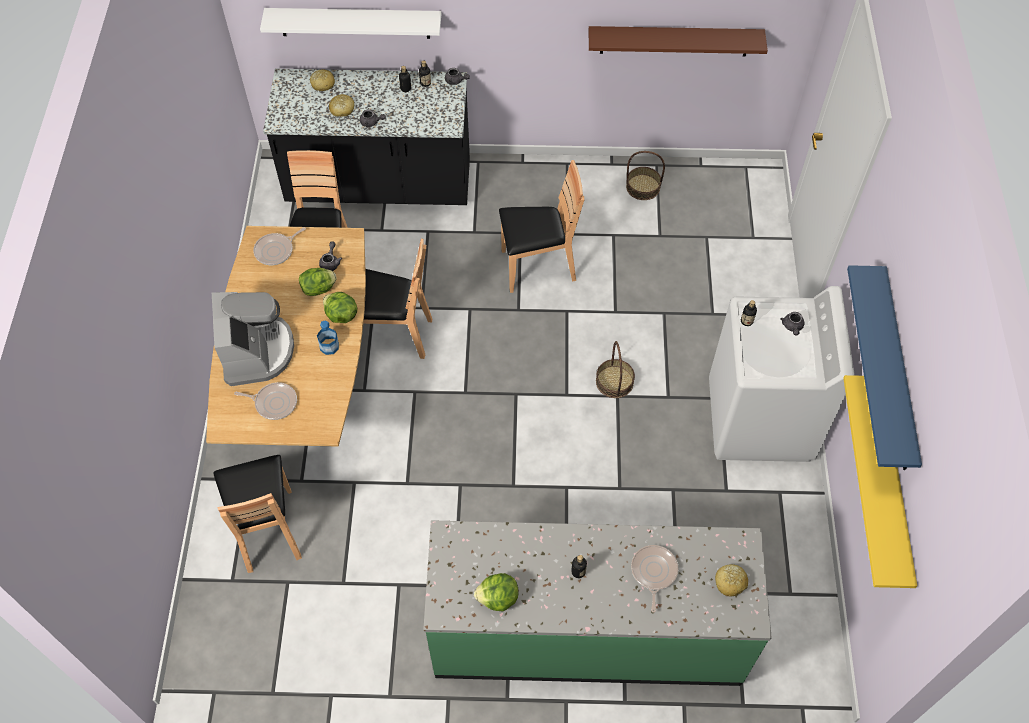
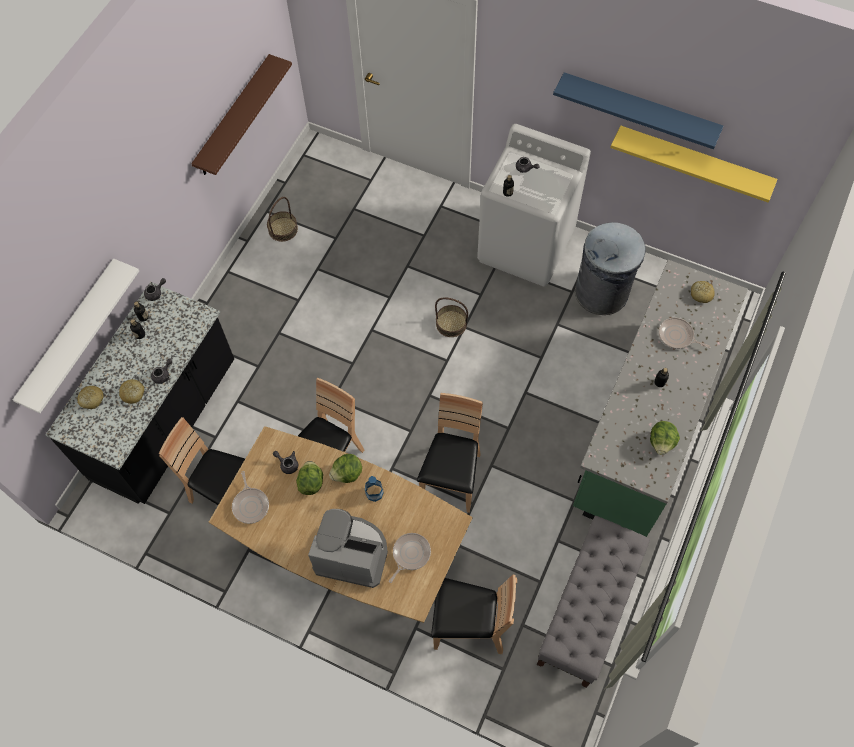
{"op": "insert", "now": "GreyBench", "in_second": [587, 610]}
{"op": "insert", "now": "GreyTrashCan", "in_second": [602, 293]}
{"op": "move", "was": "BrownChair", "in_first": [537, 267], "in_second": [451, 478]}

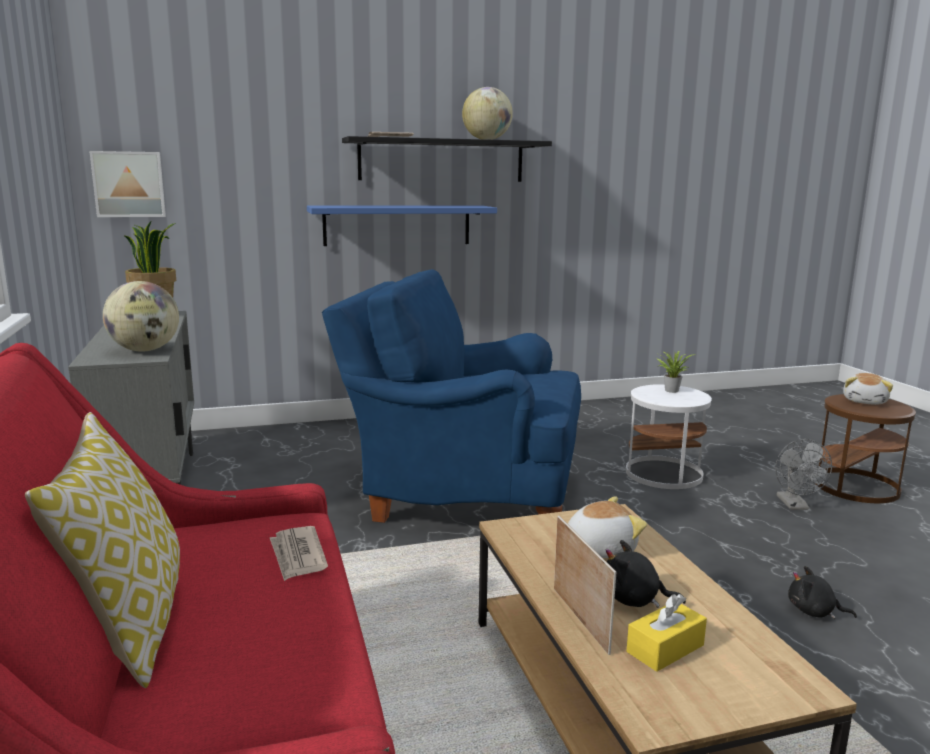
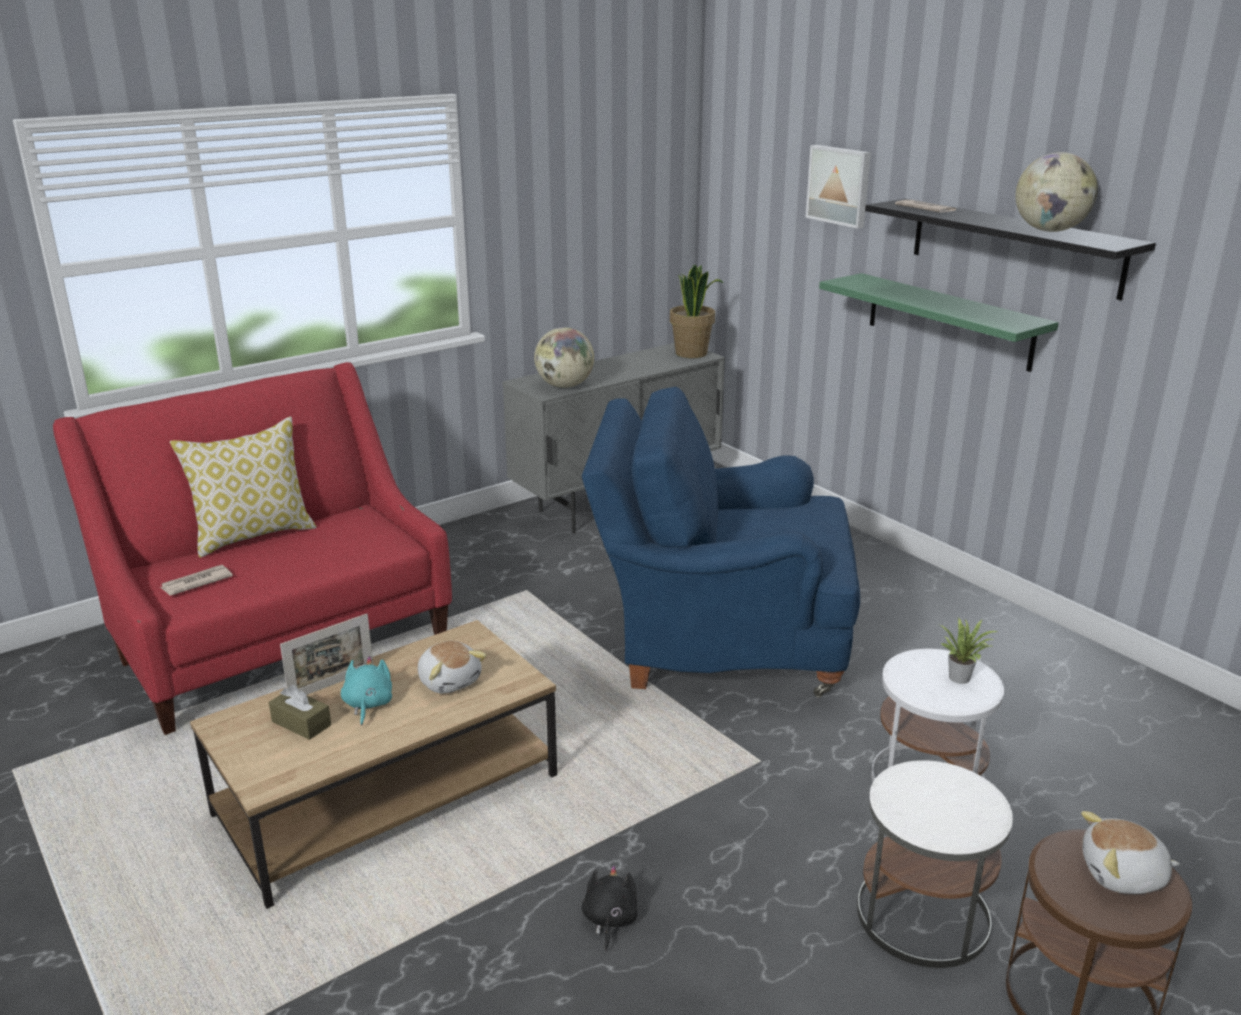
{"op": "move", "was": "Picture", "in_first": [129, 184], "in_second": [840, 185]}
{"op": "move", "was": "Newspaper", "in_first": [297, 556], "in_second": [196, 583]}
{"op": "replace", "was": "GreyFan", "now": "WhiteSideTable", "in_first": [795, 505], "in_second": [923, 916]}
{"op": "recolor", "was": "BlueShelf", "now": "GreenShelf", "in_first": [397, 225], "in_second": [949, 321]}
{"op": "recolor", "was": "BlackPlushToy", "now": "TurquoisePlushToy", "in_first": [634, 600], "in_second": [367, 705]}
{"op": "recolor", "was": "YellowTissueBox", "now": "BrownTissueBox", "in_first": [665, 648], "in_second": [301, 723]}
{"op": "rotate", "was": "BlueArmchair", "in_first": [463, 497], "in_second": [720, 648], "clockwise": -75}

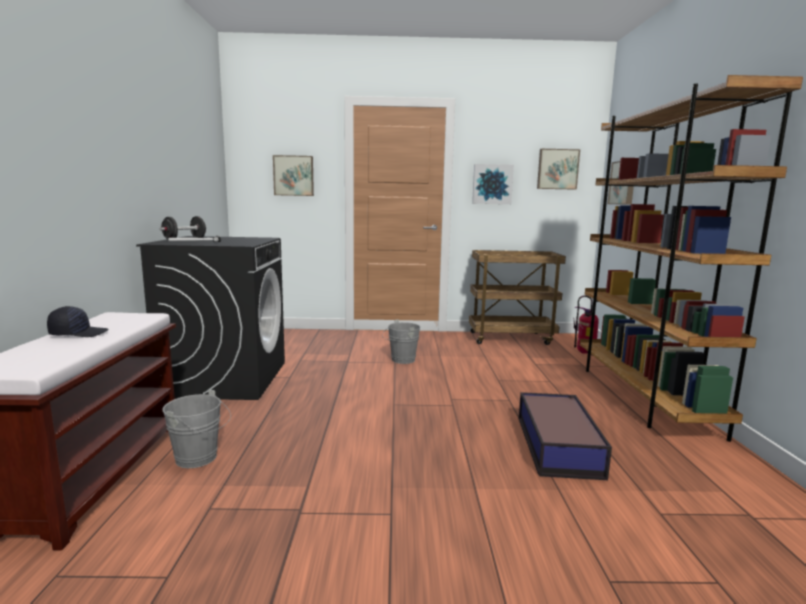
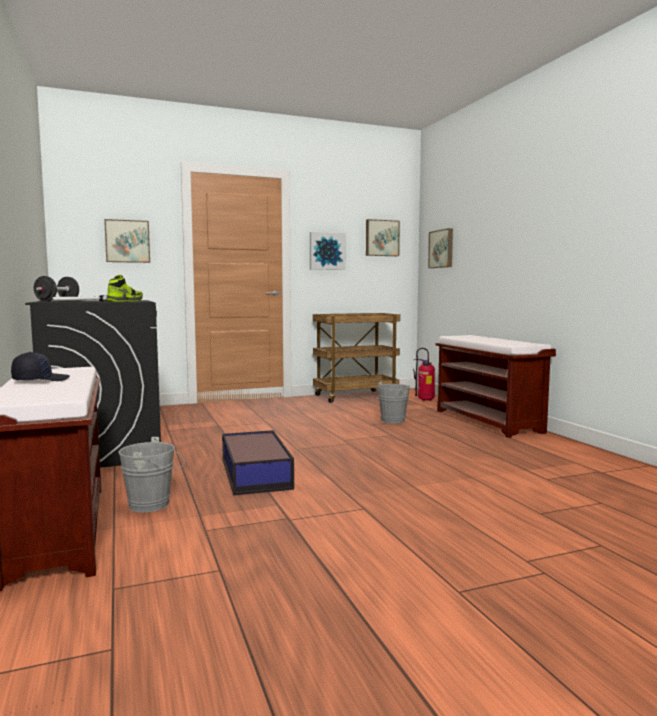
{"op": "insert", "now": "Shoe", "in_second": [125, 301]}
{"op": "move", "was": "GreyBucket", "in_first": [400, 360], "in_second": [391, 421]}
{"op": "move", "was": "StorageBox", "in_first": [558, 445], "in_second": [256, 473]}
{"op": "replace", "was": "BrownBookcase", "now": "BrownBench", "in_first": [641, 396], "in_second": [488, 421]}

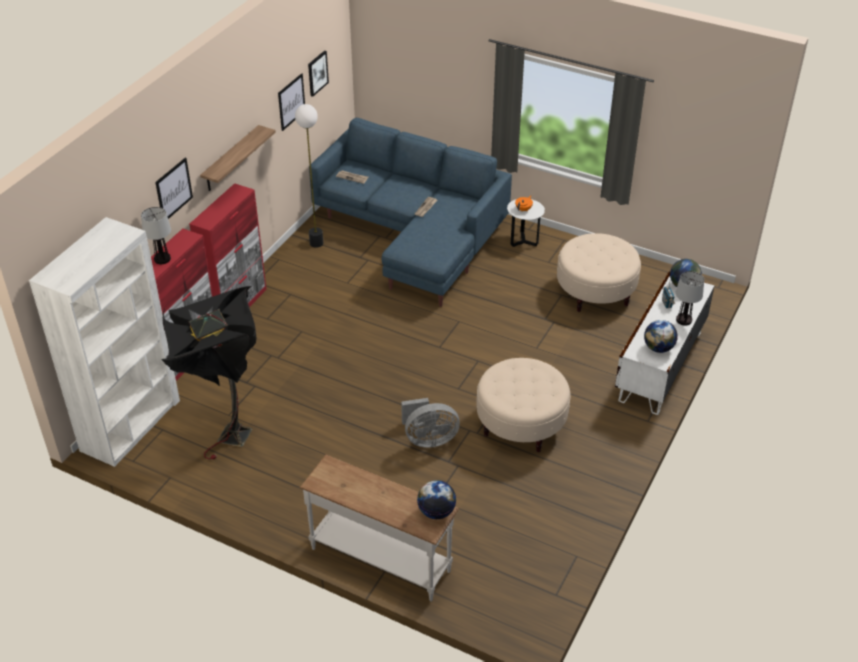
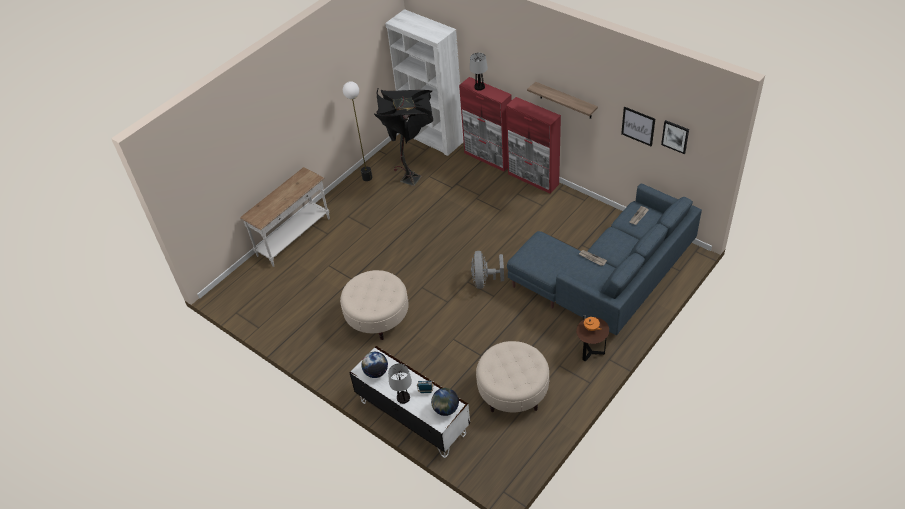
{"op": "delete", "was": "Picture", "in_first": [174, 189]}
{"op": "delete", "was": "Globe", "in_first": [436, 511]}
{"op": "move", "was": "FloorLamp", "in_first": [316, 243], "in_second": [367, 178]}
{"op": "move", "was": "GreyFan", "in_first": [428, 439], "in_second": [484, 280]}
{"op": "recolor", "was": "WhiteSideTable", "now": "BrownSideTable", "in_first": [523, 241], "in_second": [591, 352]}

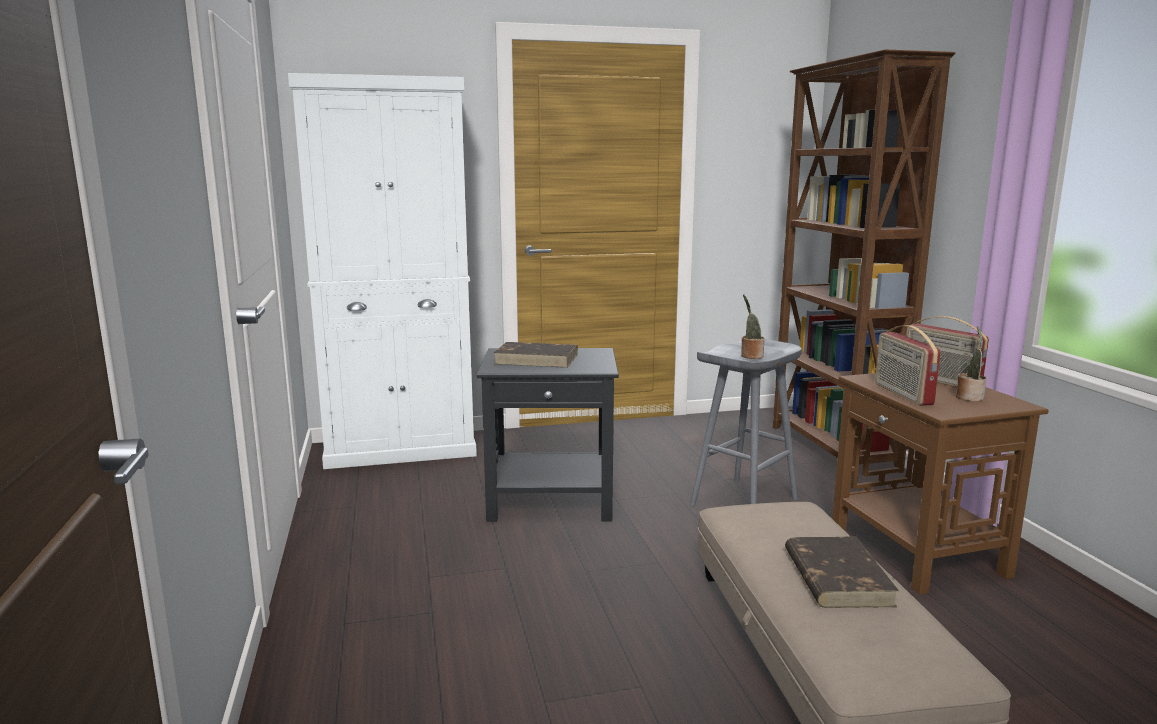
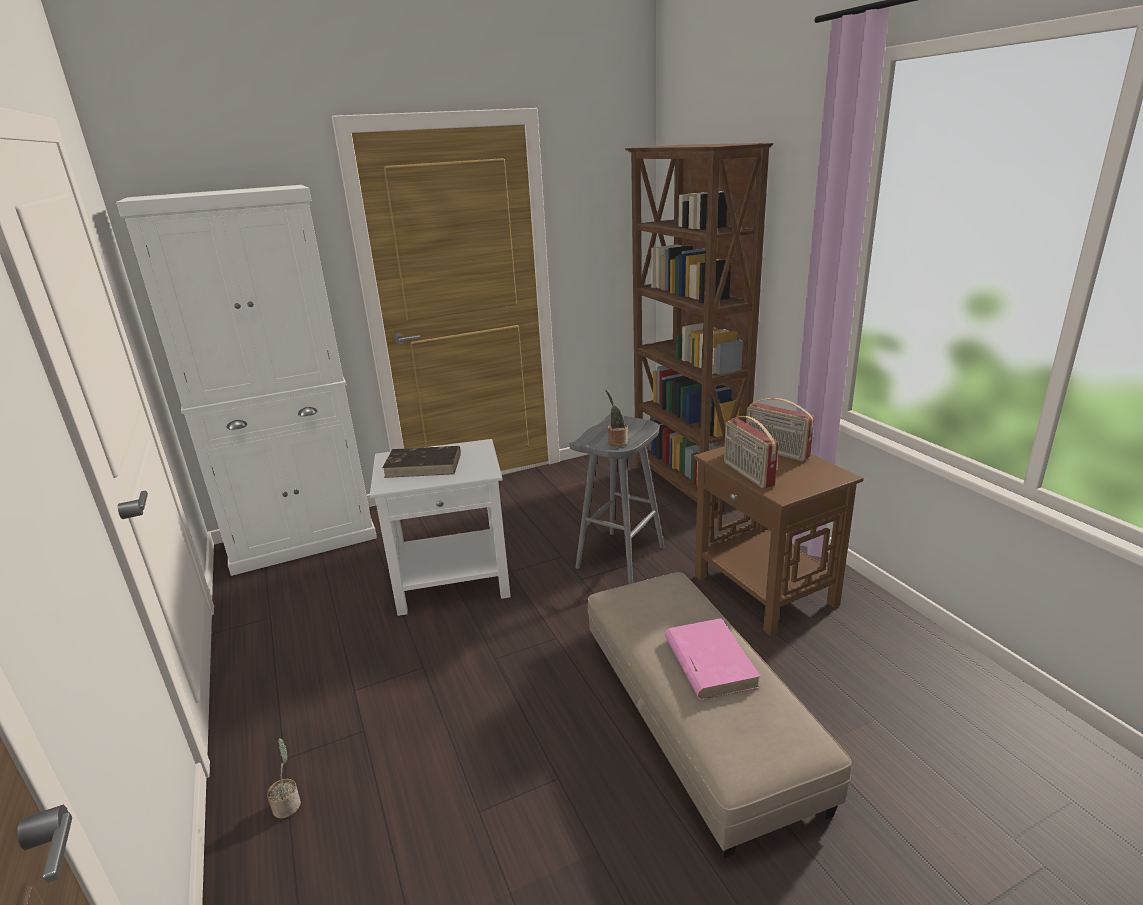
{"op": "move", "was": "PottedPlant", "in_first": [969, 397], "in_second": [288, 804]}
{"op": "recolor", "was": "BlackSideTable", "now": "WhiteSideTable", "in_first": [552, 501], "in_second": [454, 581]}
{"op": "recolor", "was": "BrownBook", "now": "PinkBook", "in_first": [836, 577], "in_second": [709, 662]}

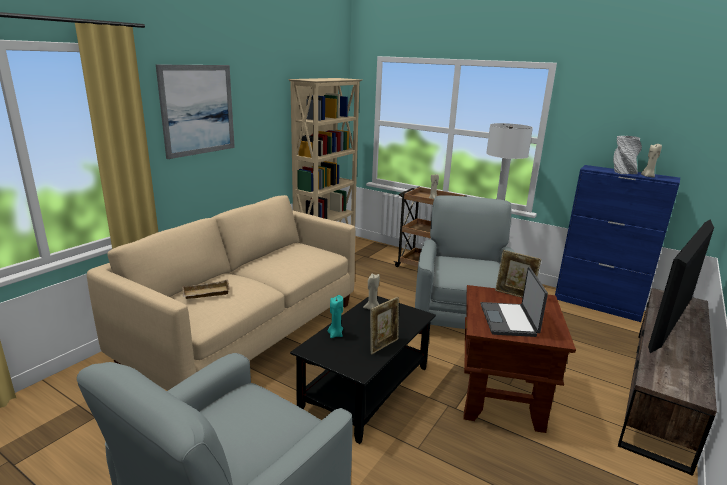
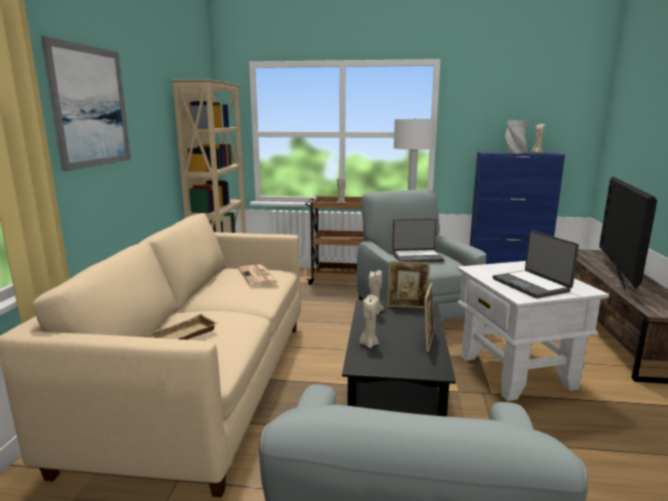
{"op": "insert", "now": "Newspaper", "in_second": [258, 276]}
{"op": "insert", "now": "Laptop", "in_second": [417, 257]}
{"op": "move", "was": "PictureFrame", "in_first": [514, 295], "in_second": [407, 306]}
{"op": "recolor", "was": "TurquoiseCandle", "now": "BeigeCandle", "in_first": [335, 334], "in_second": [368, 344]}
{"op": "recolor", "was": "BrownSideTable", "now": "WhiteSideTable", "in_first": [500, 397], "in_second": [516, 372]}

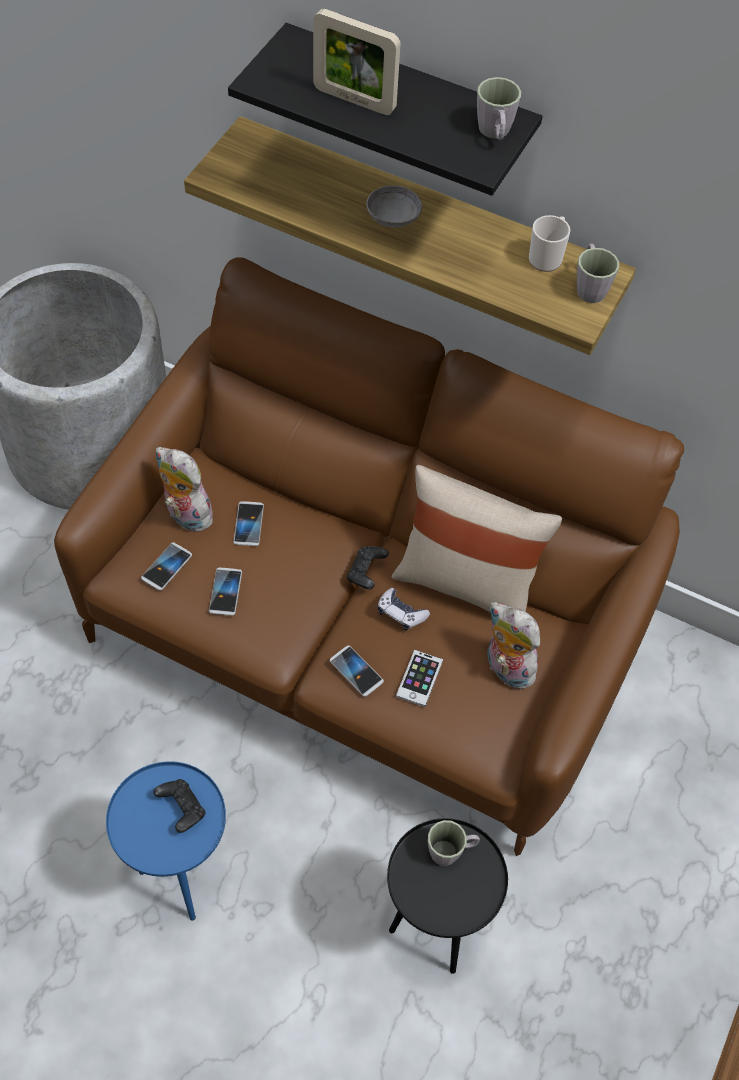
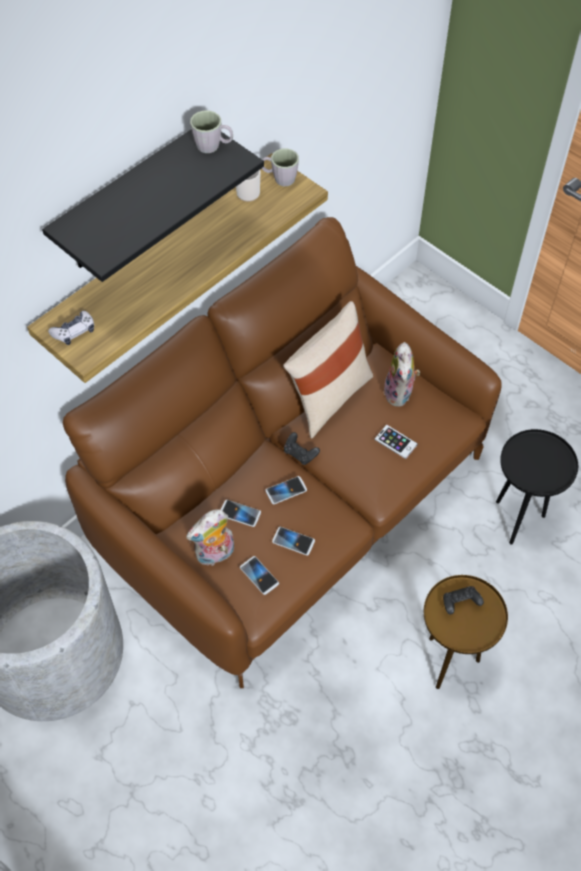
{"op": "delete", "was": "PictureFrame", "in_first": [354, 100]}
{"op": "delete", "was": "GreyBowl", "in_first": [393, 218]}
{"op": "delete", "was": "GreyMug", "in_first": [451, 851]}
{"op": "move", "was": "Phone", "in_first": [356, 671], "in_second": [286, 490]}
{"op": "move", "was": "GameController", "in_first": [401, 613], "in_second": [74, 332]}
{"op": "recolor", "was": "BlueSideTable", "now": "BrownSideTable", "in_first": [181, 879], "in_second": [449, 662]}
{"op": "rotate", "was": "PlushToy", "in_first": [505, 669], "in_second": [400, 394], "clockwise": -60}

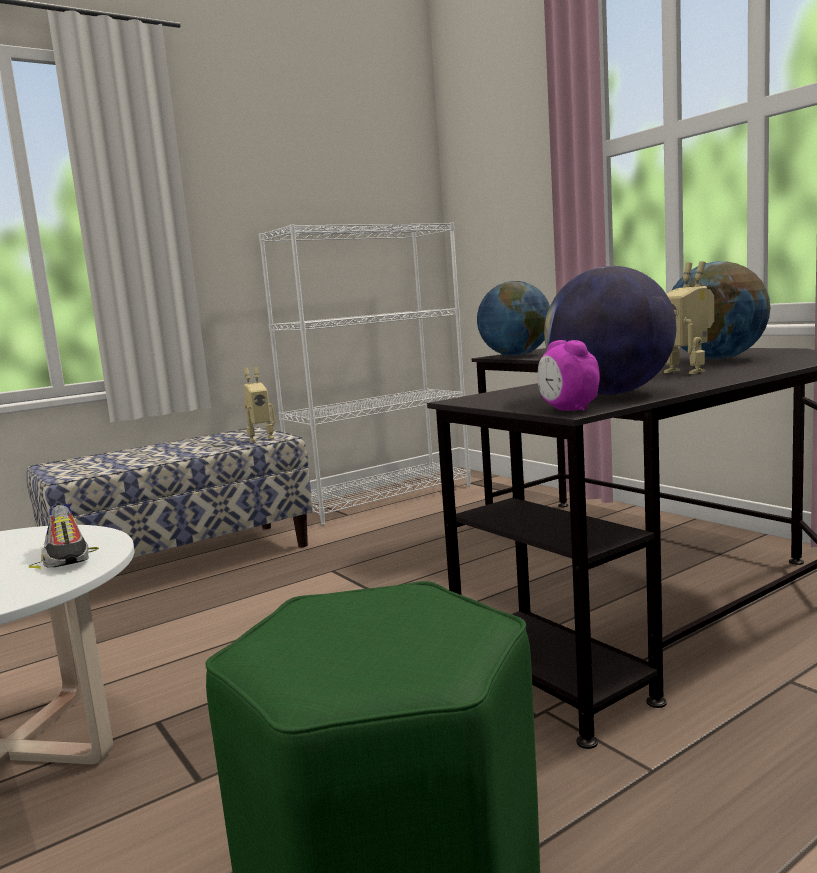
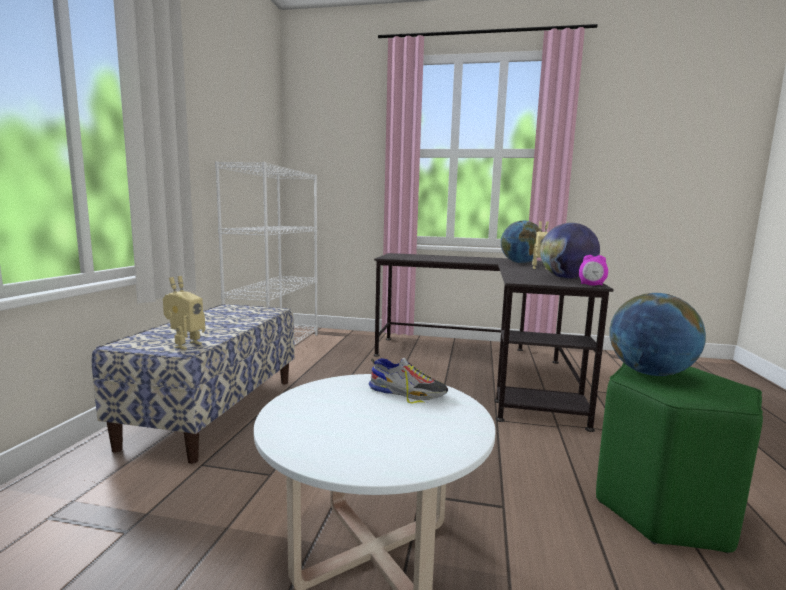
{"op": "move", "was": "ToyRobot", "in_first": [260, 438], "in_second": [185, 345]}
{"op": "move", "was": "Globe", "in_first": [516, 355], "in_second": [649, 373]}

